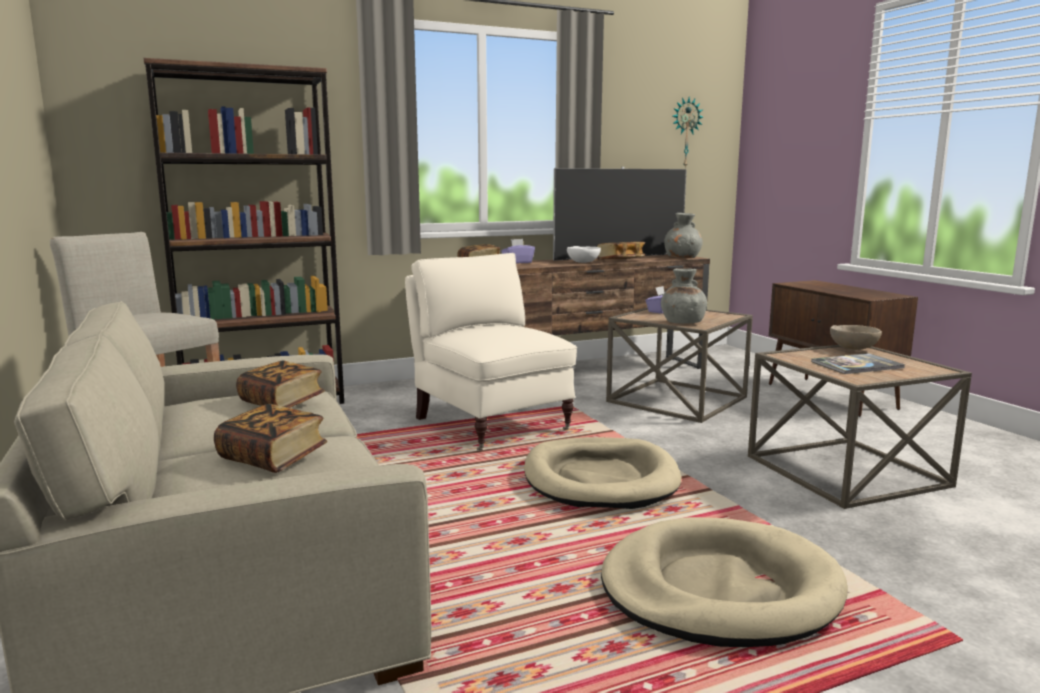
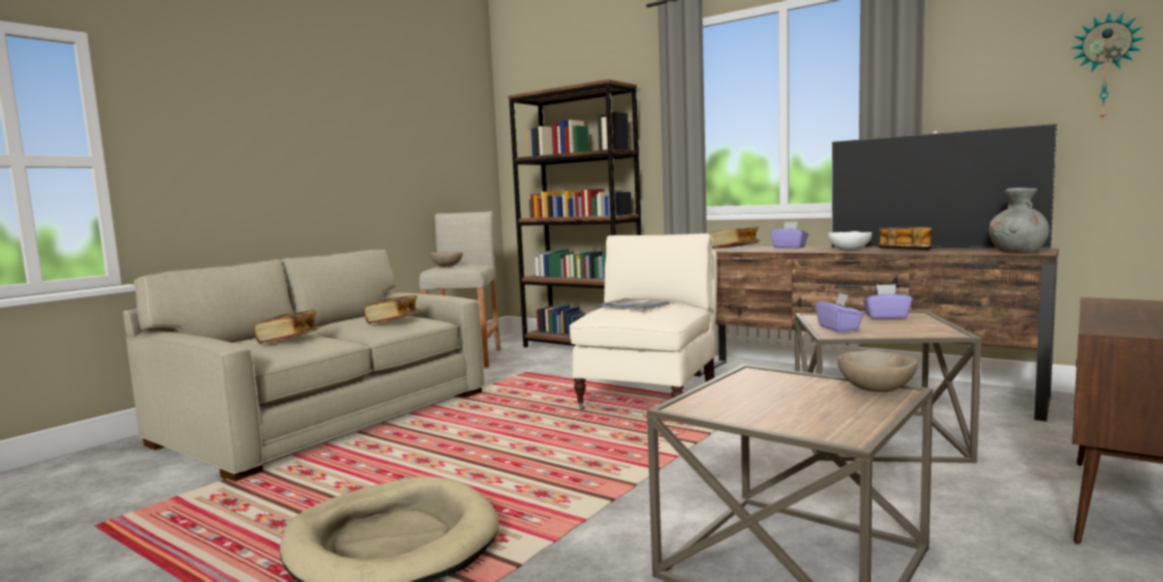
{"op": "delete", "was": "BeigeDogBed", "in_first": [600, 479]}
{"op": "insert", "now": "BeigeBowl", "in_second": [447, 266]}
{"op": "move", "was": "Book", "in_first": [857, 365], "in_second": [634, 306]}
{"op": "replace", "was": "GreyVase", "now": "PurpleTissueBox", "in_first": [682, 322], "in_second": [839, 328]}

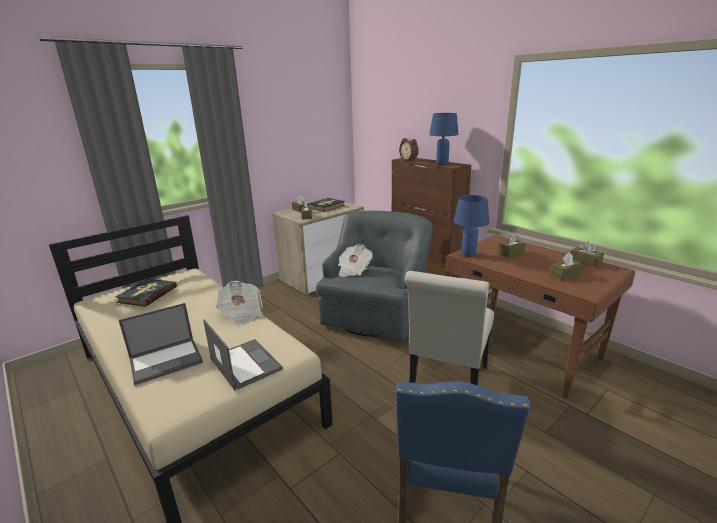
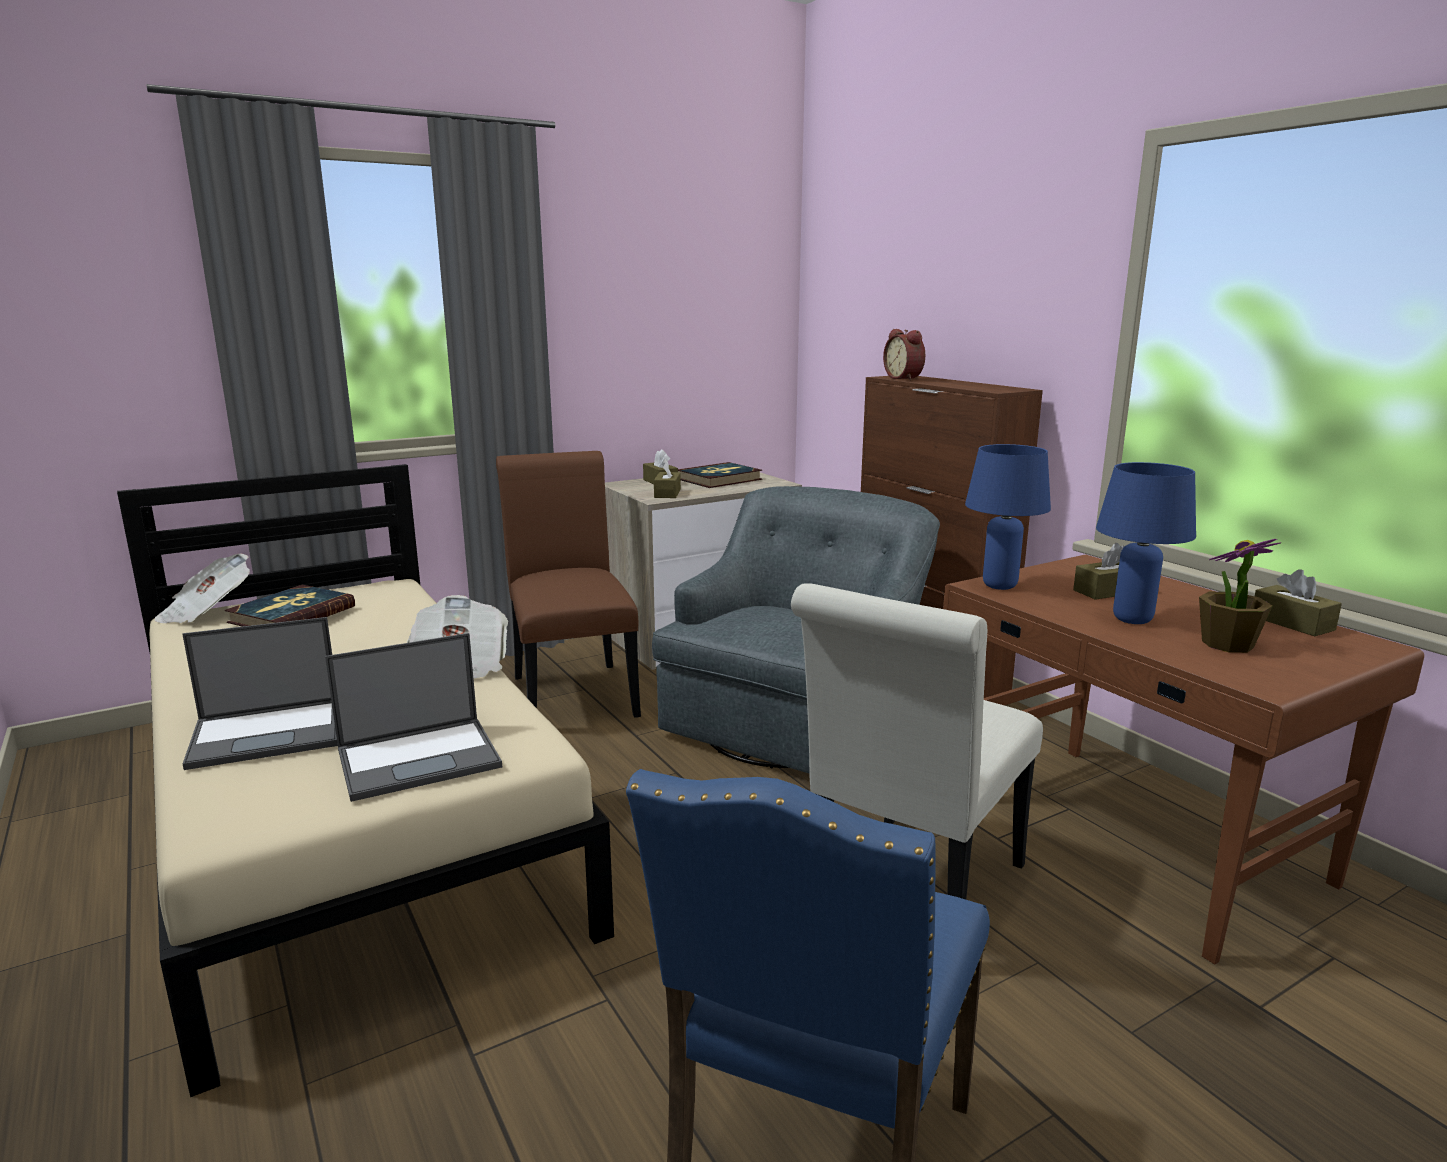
{"op": "insert", "now": "BrownChair", "in_second": [572, 692]}
{"op": "move", "was": "Newspaper", "in_first": [354, 270], "in_second": [207, 612]}
{"op": "move", "was": "BlueTableLamp", "in_first": [442, 164], "in_second": [1132, 620]}
{"op": "replace", "was": "BrownTissueBox", "now": "PottedPlant", "in_first": [565, 275], "in_second": [1227, 644]}
{"op": "rotate", "was": "Laptop", "in_first": [245, 364], "in_second": [421, 758], "clockwise": 90}

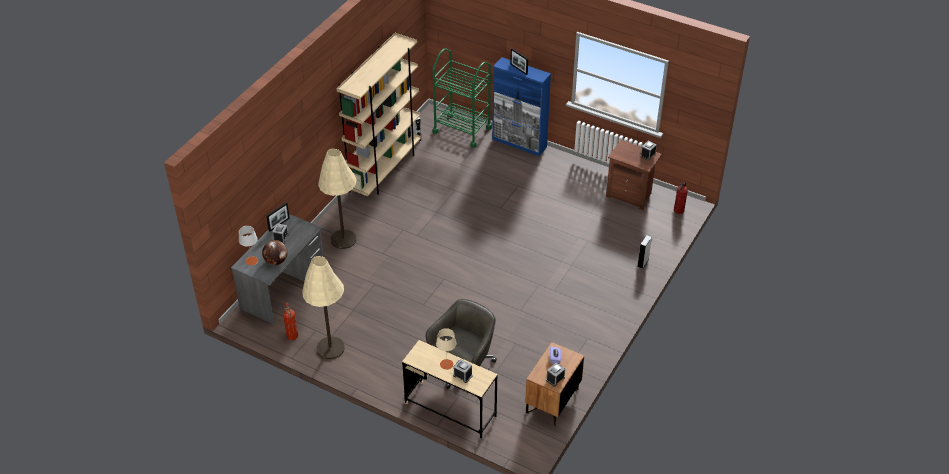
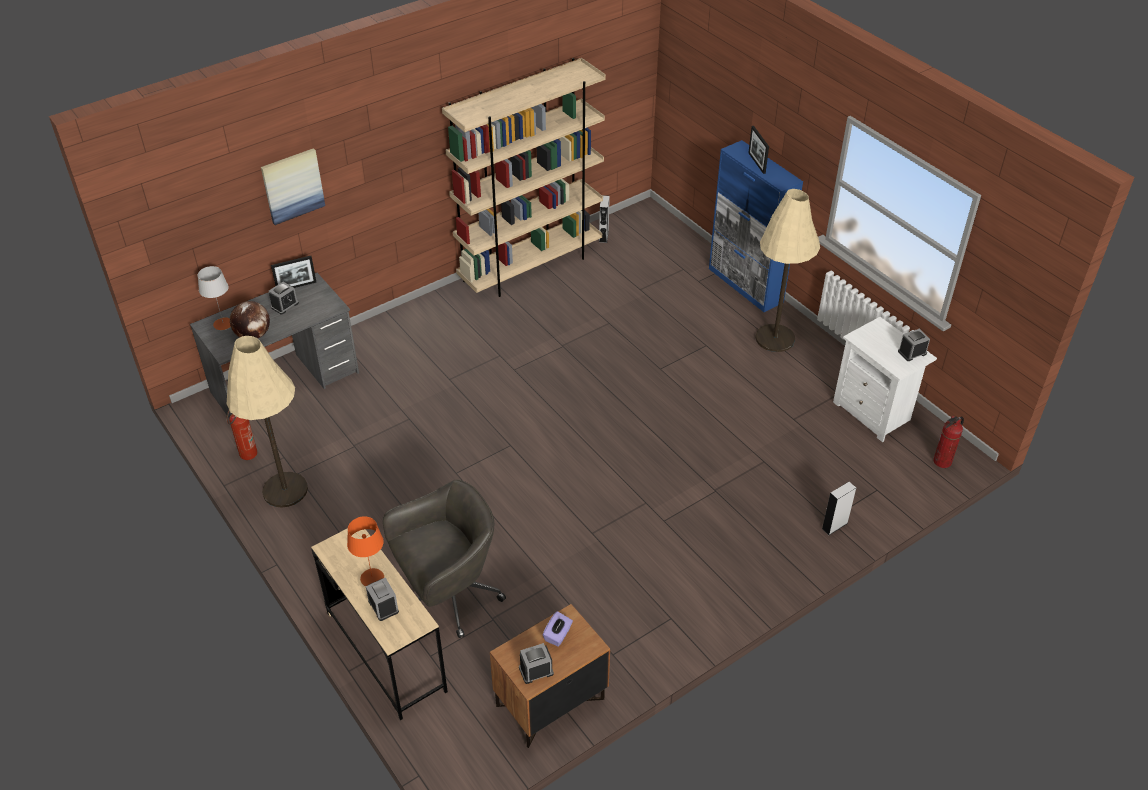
{"op": "delete", "was": "GreenCart", "in_first": [462, 130]}
{"op": "insert", "now": "Picture", "in_second": [292, 186]}
{"op": "move", "was": "BeigeFloorLamp", "in_first": [343, 239], "in_second": [775, 338]}
{"op": "recolor", "was": "BeigeTableLamp", "now": "OrangeTableLamp", "in_first": [446, 364], "in_second": [372, 578]}
{"op": "recolor", "was": "BrownNightstand", "now": "WhiteNightstand", "in_first": [630, 195], "in_second": [874, 412]}

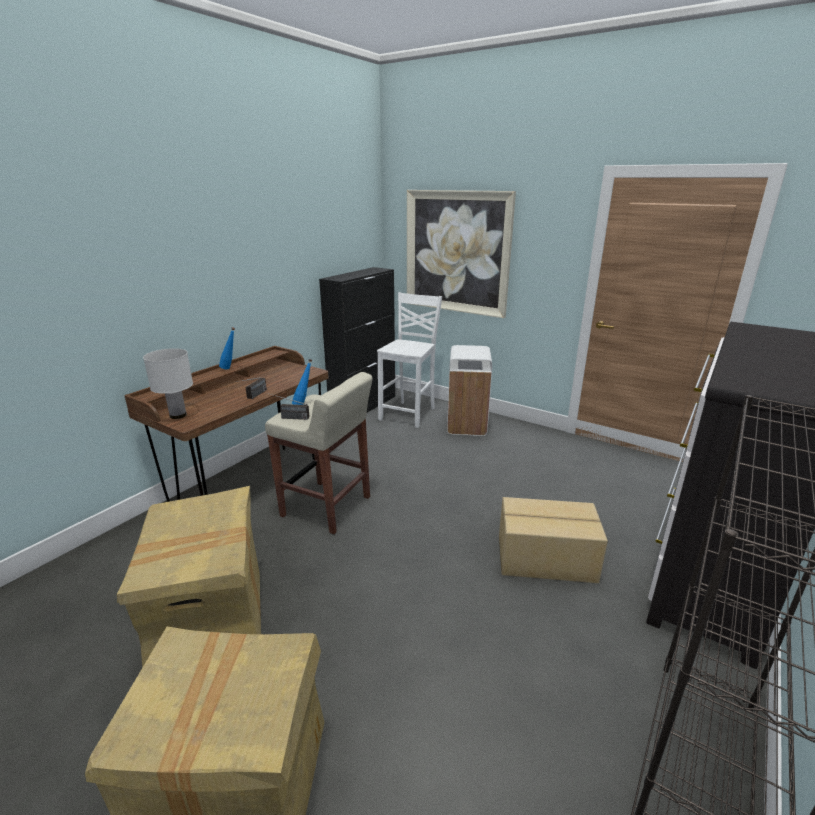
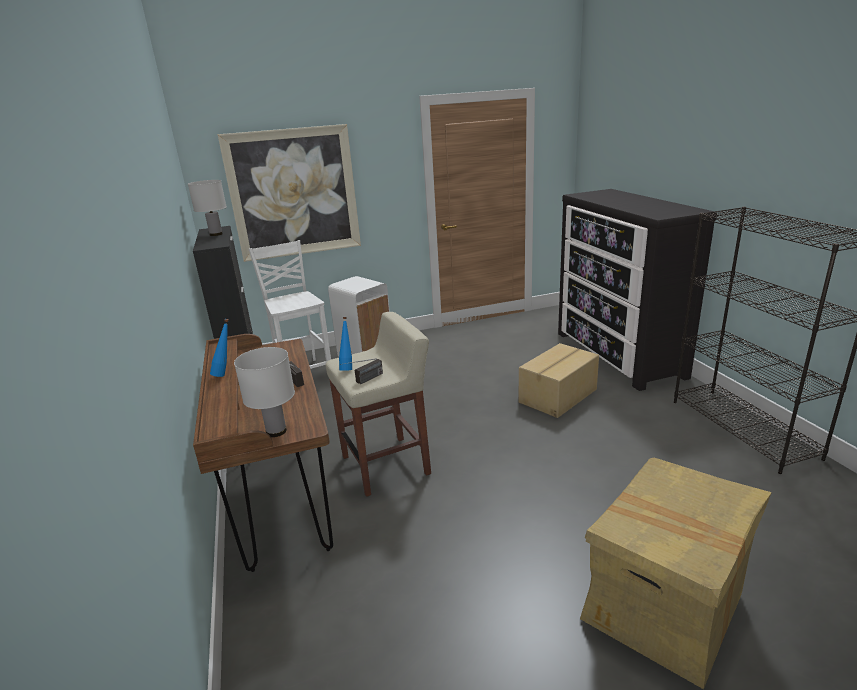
{"op": "delete", "was": "CardboardBox", "in_first": [210, 620]}
{"op": "insert", "now": "WhiteTableLamp", "in_second": [216, 234]}

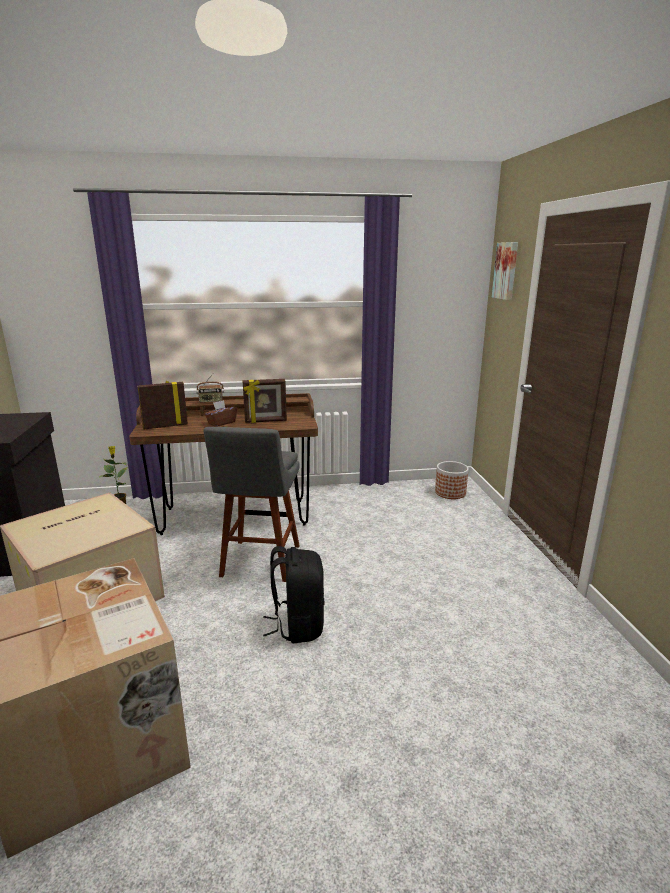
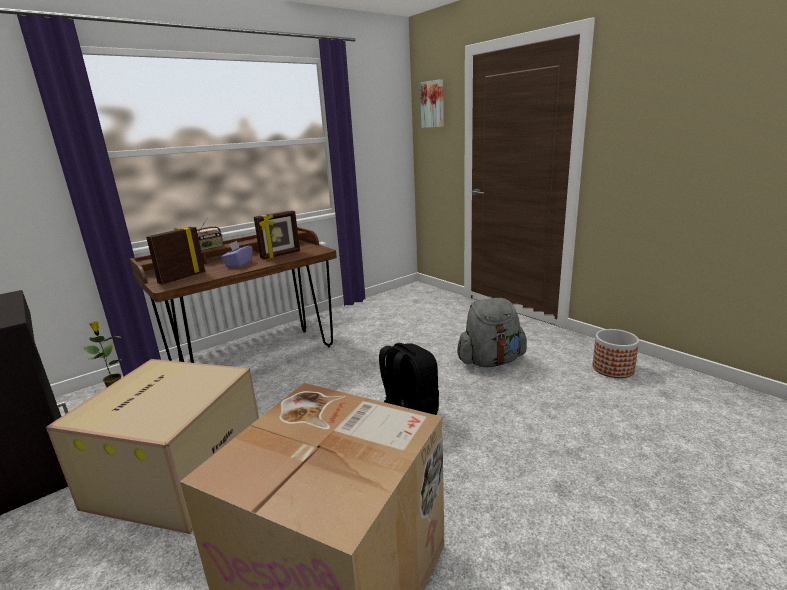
{"op": "delete", "was": "GreyStool", "in_first": [259, 563]}
{"op": "insert", "now": "GreyBackpack", "in_second": [491, 361]}
{"op": "move", "was": "Planter", "in_first": [450, 492], "in_second": [612, 368]}
{"op": "recolor", "was": "BrownTissueBox", "now": "PurpleTissueBox", "in_first": [221, 423], "in_second": [239, 264]}

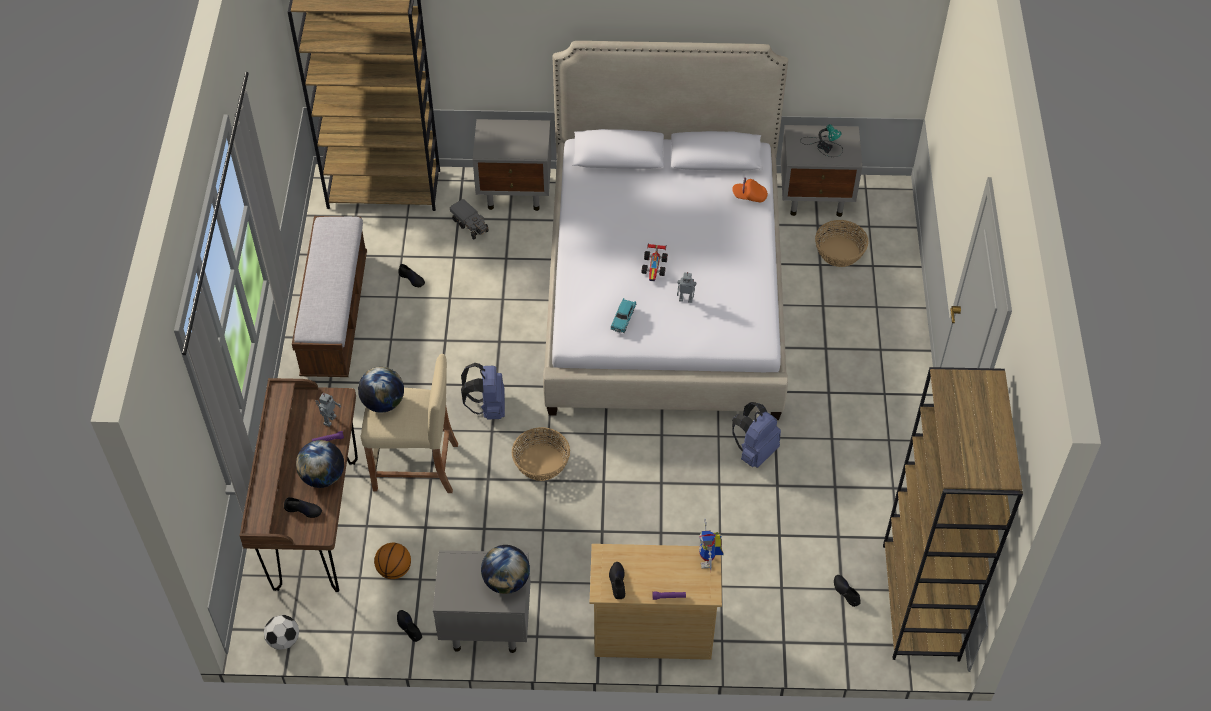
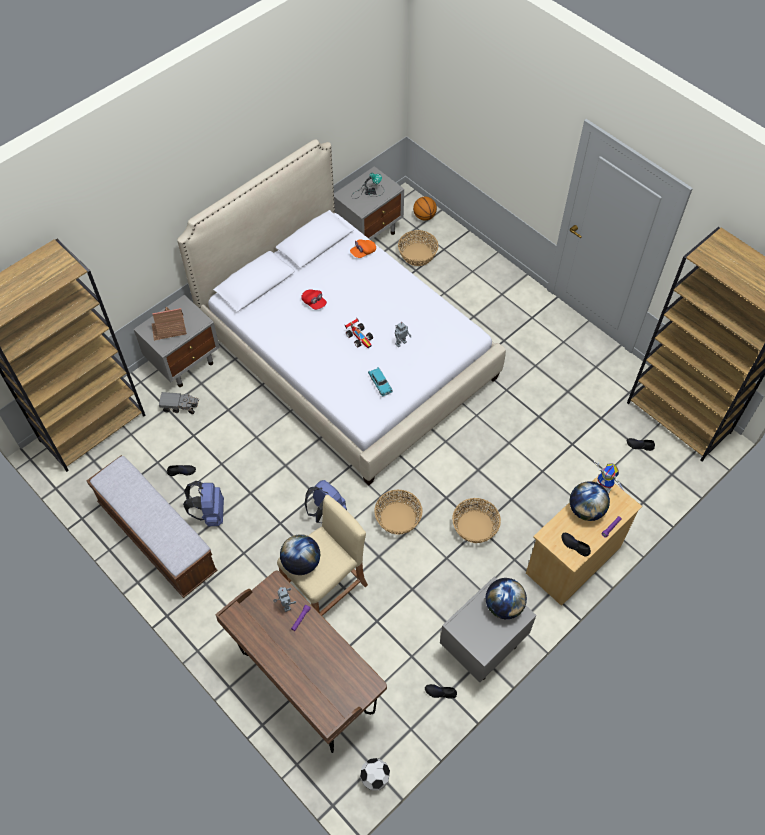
{"op": "delete", "was": "BlackShoe", "in_first": [303, 509]}
{"op": "insert", "now": "ToyHouse", "in_second": [169, 329]}
{"op": "insert", "now": "RedCap", "in_second": [314, 303]}
{"op": "insert", "now": "Basket", "in_second": [475, 527]}
{"op": "move", "was": "Globe", "in_first": [323, 476], "in_second": [586, 509]}
{"op": "move", "was": "Basketball", "in_first": [394, 570], "in_second": [424, 216]}
{"op": "move", "was": "BlueBackpack", "in_first": [754, 451], "in_second": [210, 513]}

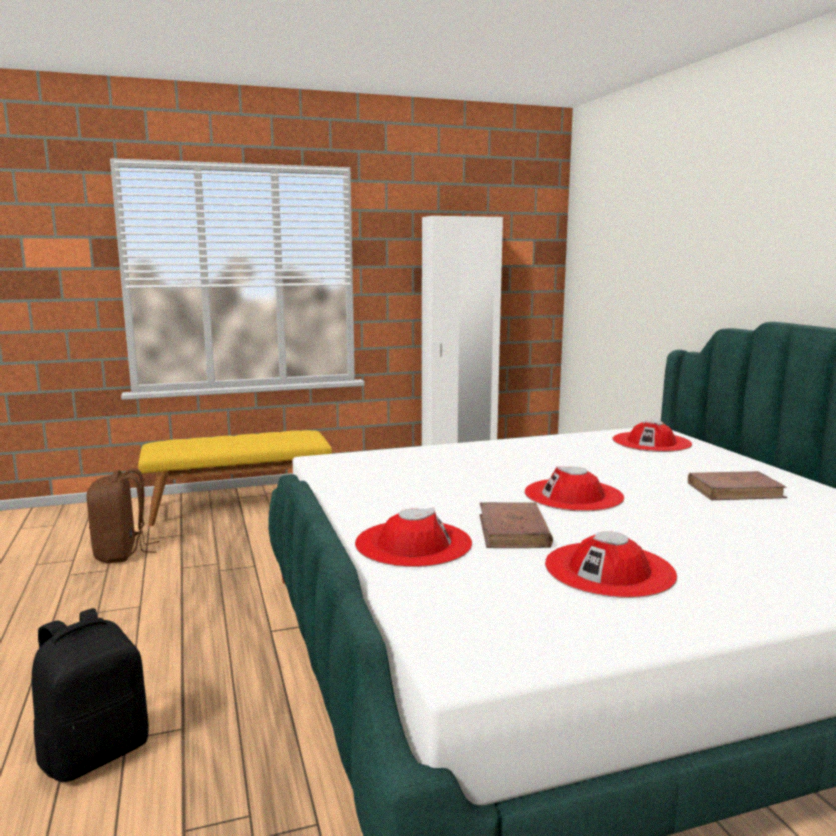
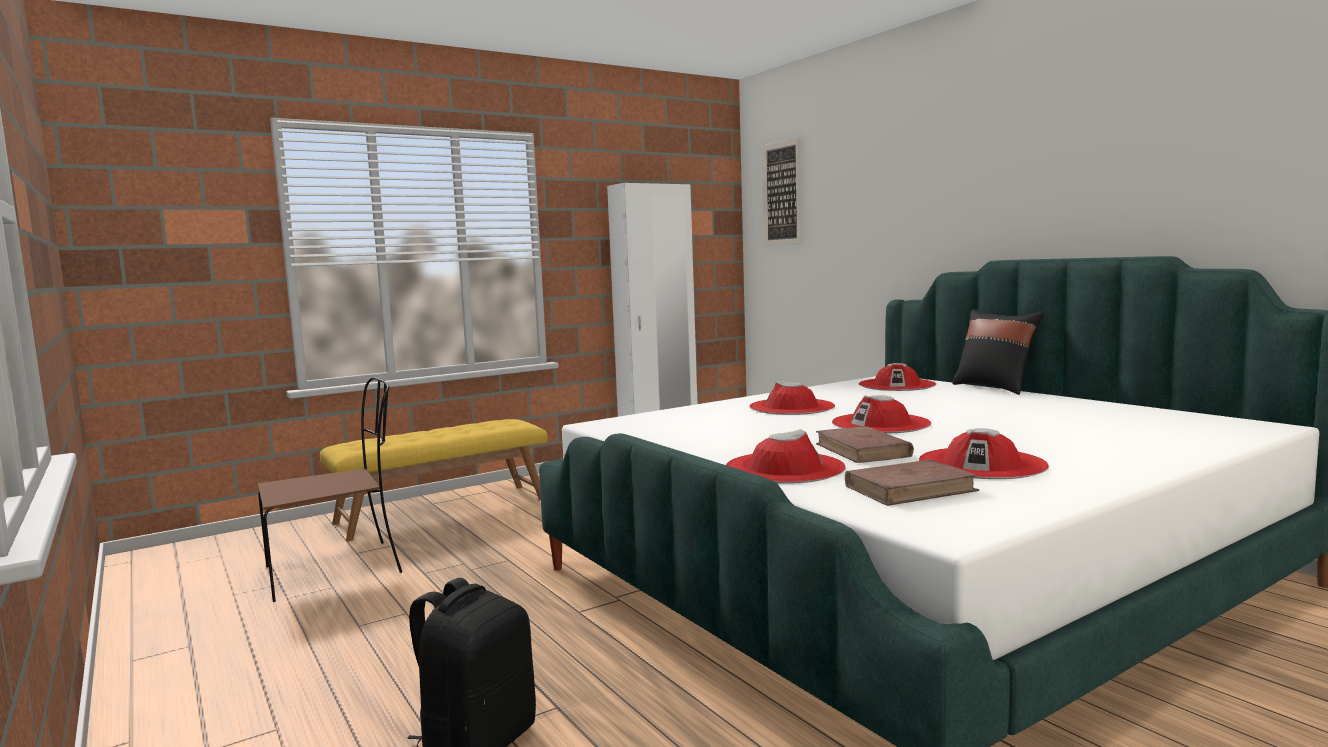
{"op": "insert", "now": "RedHat", "in_second": [791, 407]}
{"op": "insert", "now": "Picture", "in_second": [782, 193]}
{"op": "insert", "now": "BlackPillow", "in_second": [995, 388]}
{"op": "move", "was": "BrownBook", "in_first": [735, 491], "in_second": [910, 489]}
{"op": "replace", "was": "BrownBackpack", "now": "BrownChair", "in_first": [122, 553], "in_second": [337, 569]}

